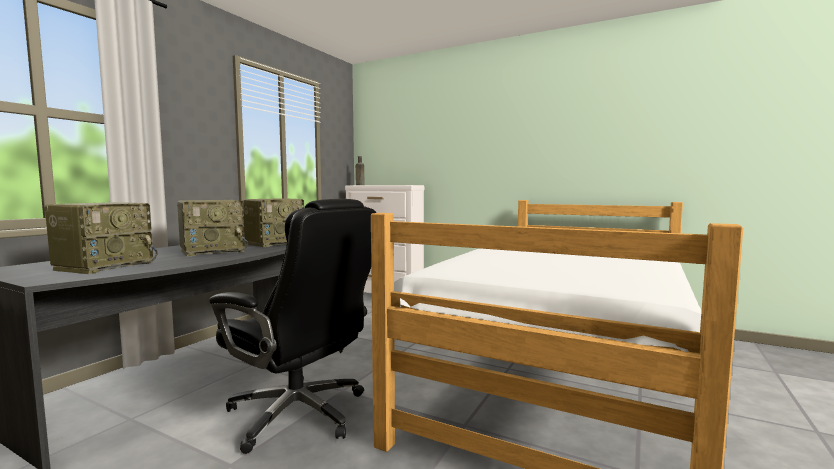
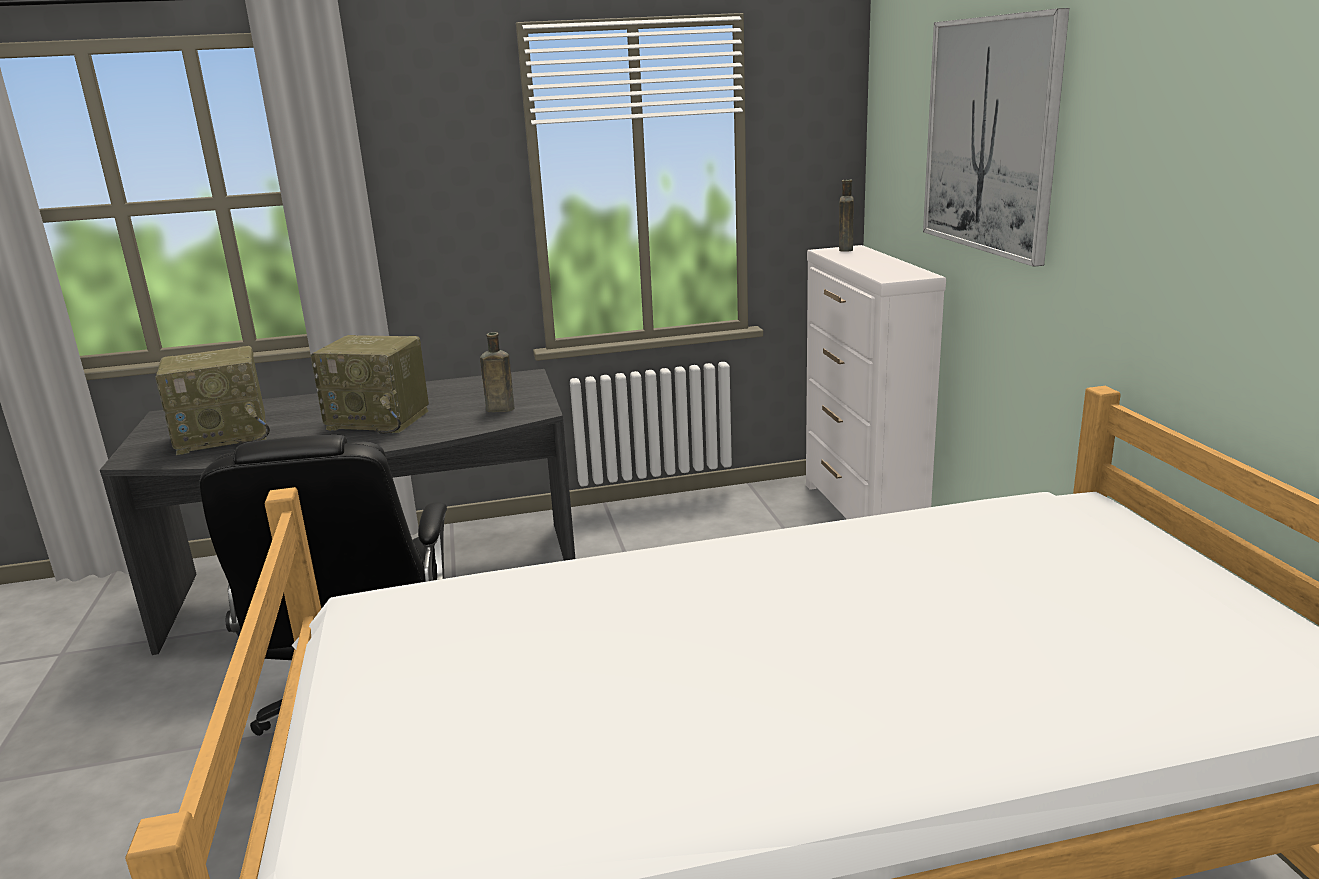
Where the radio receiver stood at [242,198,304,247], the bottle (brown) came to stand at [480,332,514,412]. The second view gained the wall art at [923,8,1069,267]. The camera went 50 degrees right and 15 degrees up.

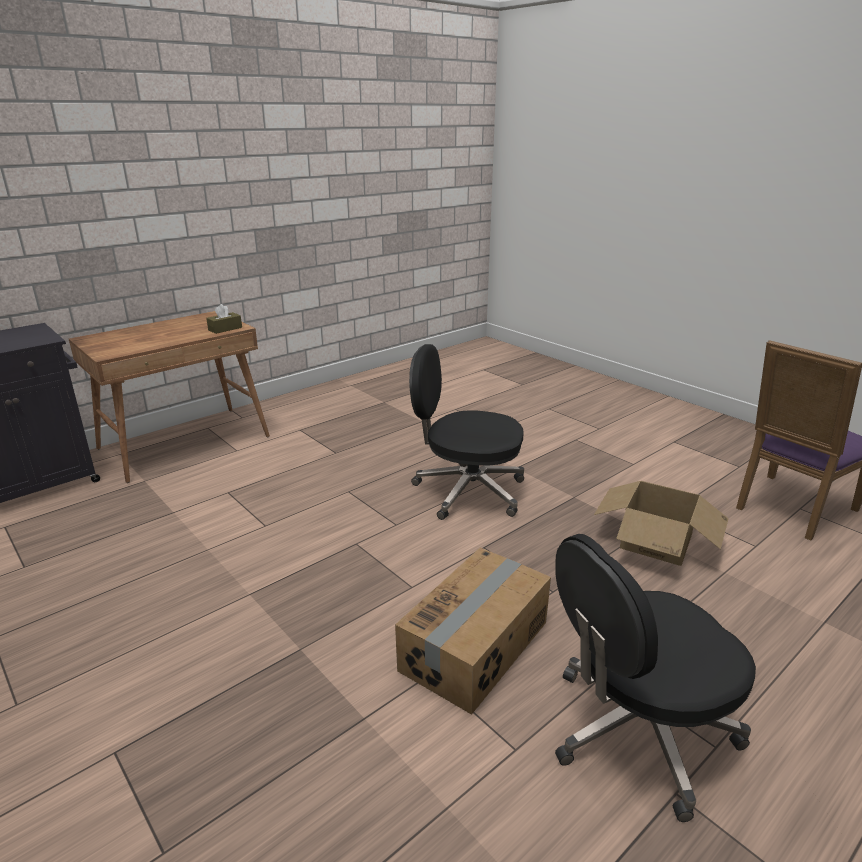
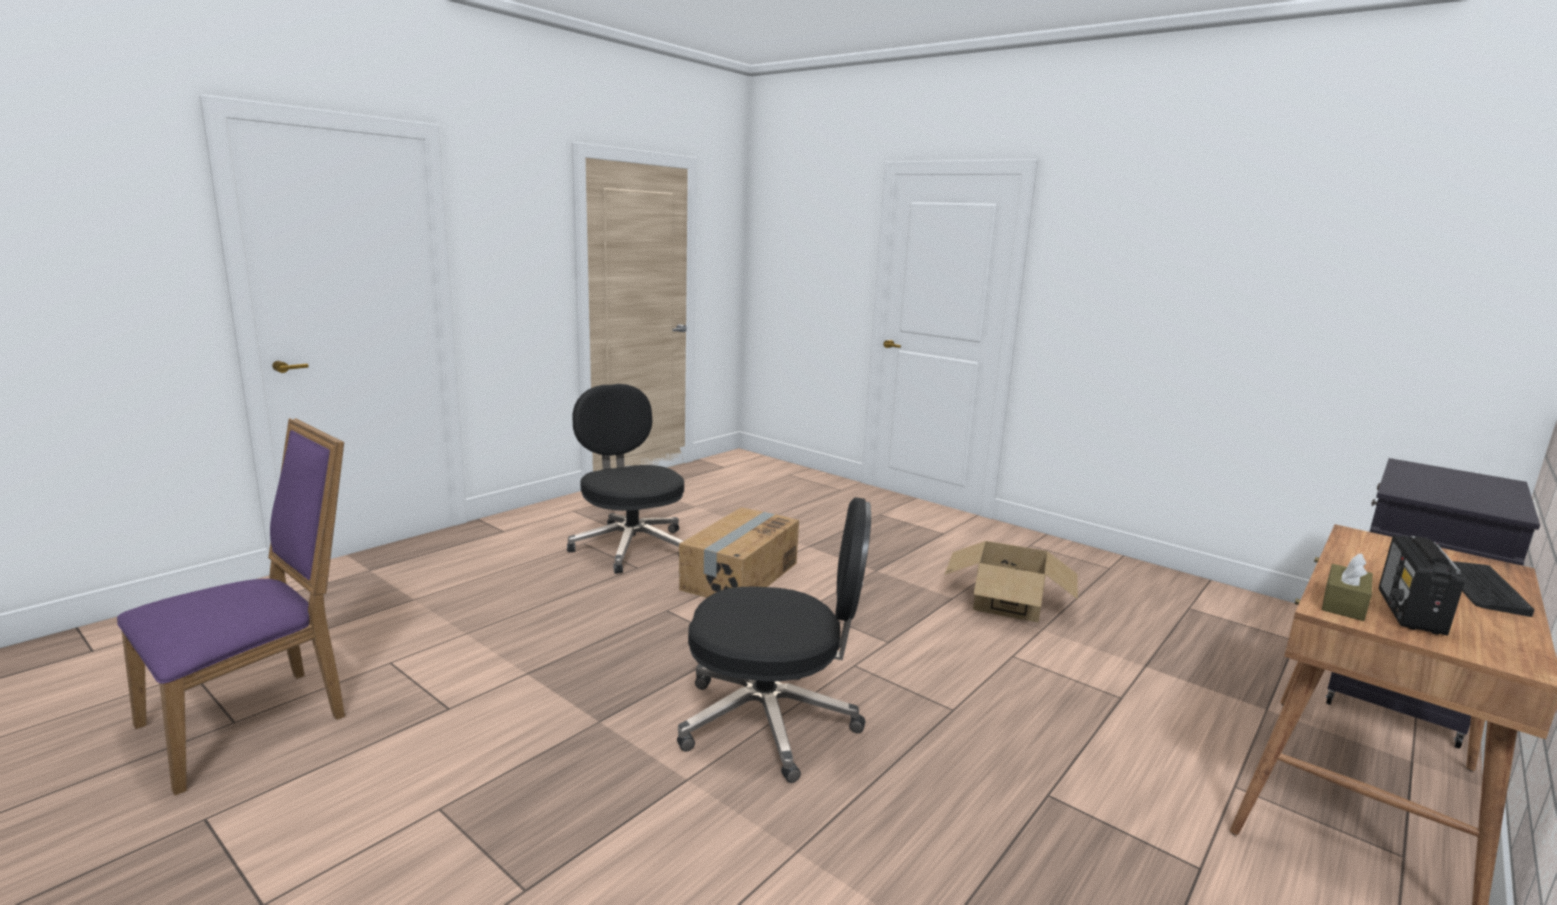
The carton ended up elsewhere, having gone from [594,481,729,566] to [944,541,1078,622]. The office chair (black) at [555,534,756,822] ended up facing another way, 90 degrees counterclockwise from before. The second view gained the radio receiver at [1379,535,1465,635]. The second view gained the PC keyboard at [1452,561,1534,617]. The camera went 170 degrees right and 10 degrees down.

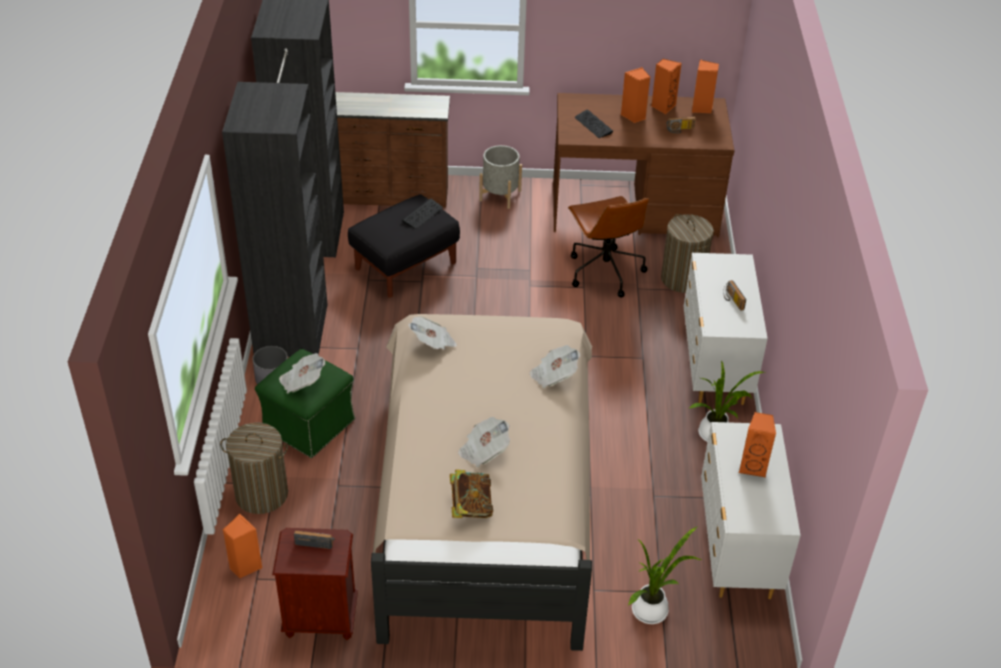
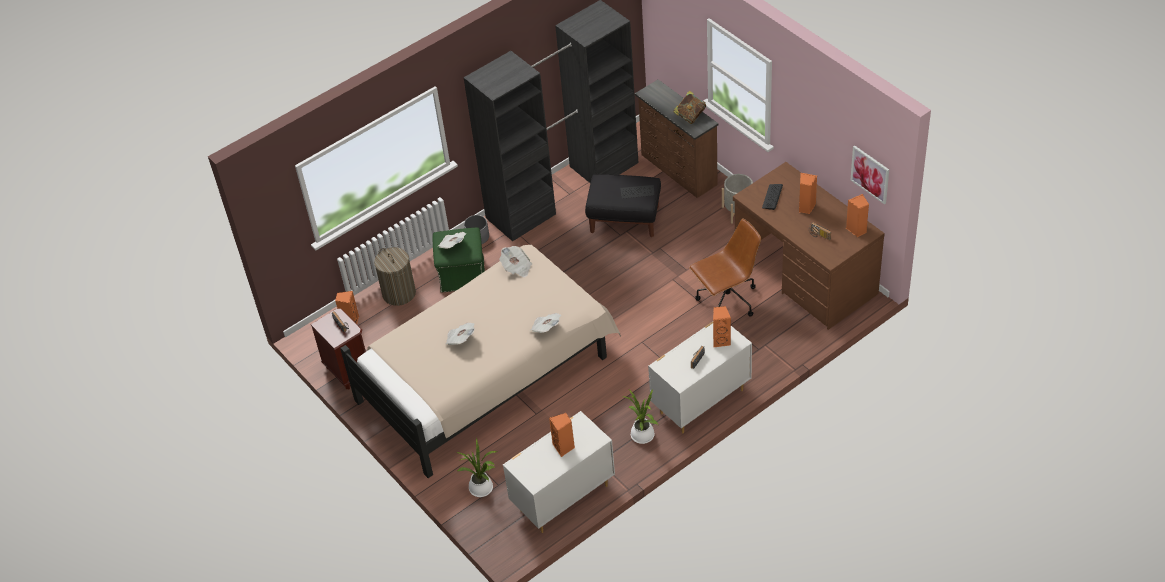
The loudspeaker (orangey) ended up elsewhere, having gone from [651,59,682,114] to [713,306,731,348]. The office chair (brown) at [568,196,649,298] ended up facing another way, 150 degrees counterclockwise from before. The second view lost the washing basket at [661,214,714,293]. The book ended up elsewhere, having gone from [450,469,493,518] to [674,90,706,124]. The second view gained the wall art at [851,145,889,204]. The camera went 55 degrees right and 5 degrees up.

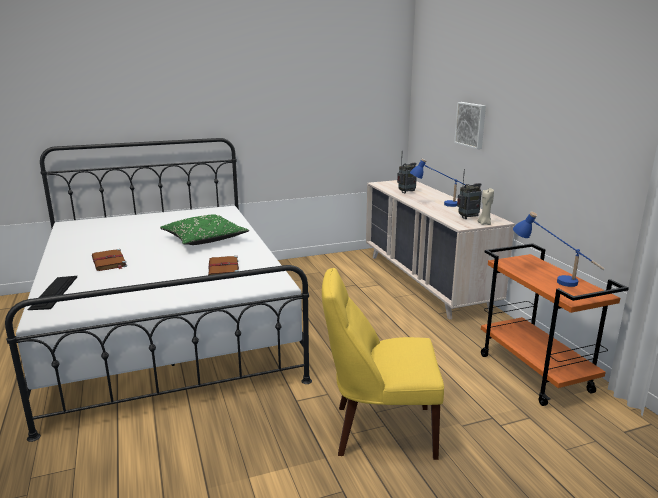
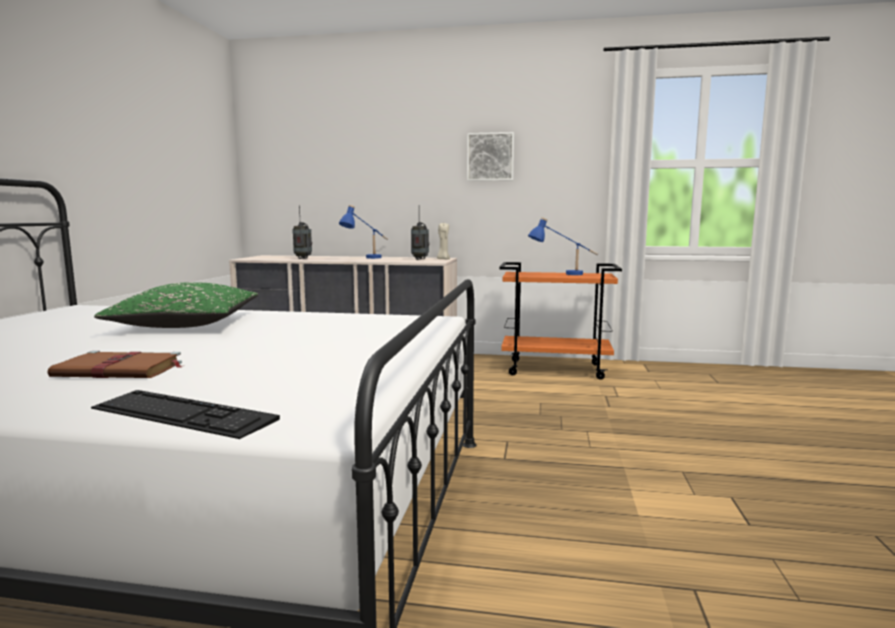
The wall art ended up elsewhere, having gone from [454,102,486,149] to [467,132,514,181]. The second view lost the book (brown) at [208,256,239,279]. The second view lost the chair (yellowish) at [322,268,444,460]. The camera went 60 degrees left and 10 degrees down.

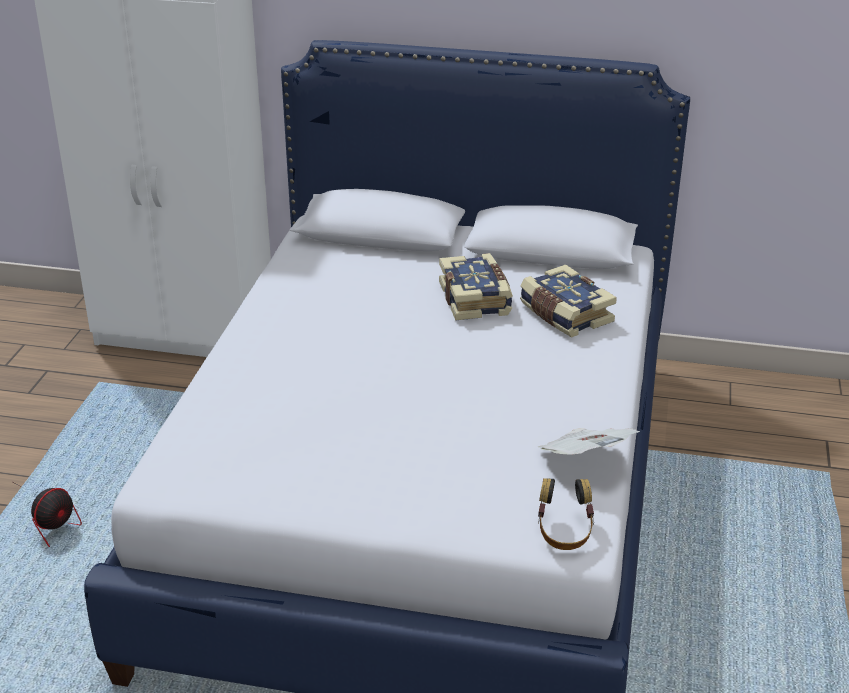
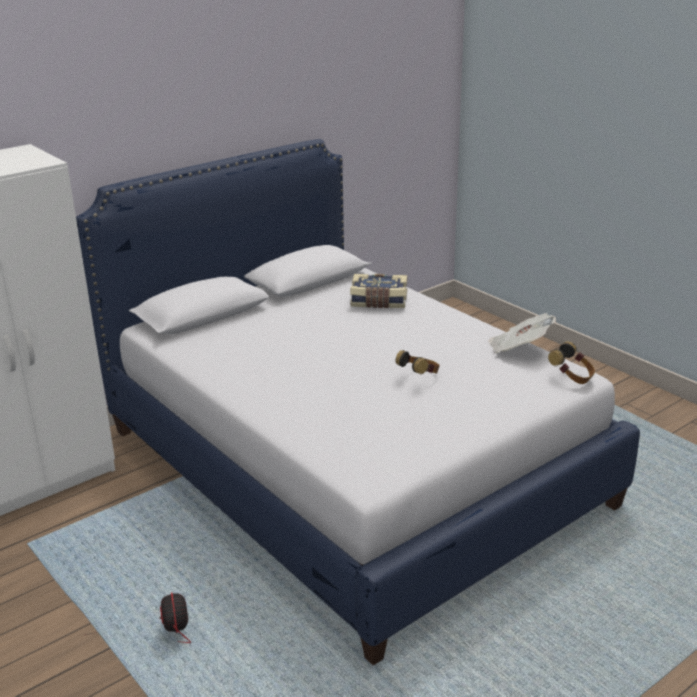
The second view lost the book at [439,253,513,320]. The second view gained the headset at [395,350,440,374]. The camera went 50 degrees left and 5 degrees down.

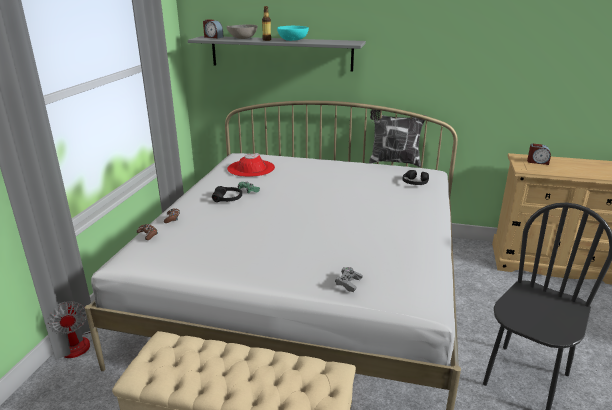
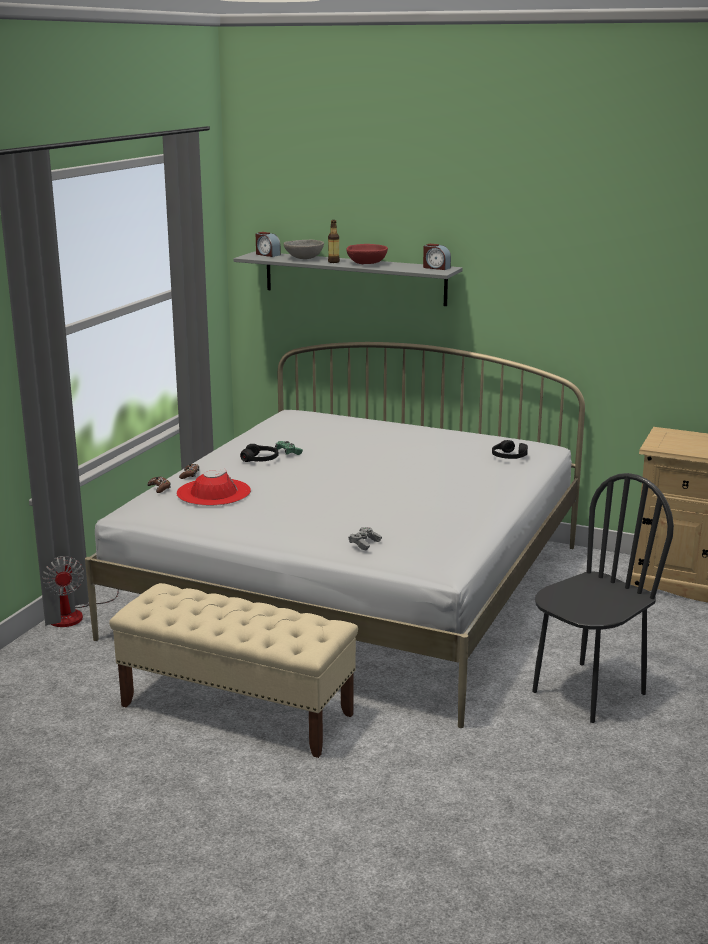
What was the deep dish (turquoise) at [277,26,309,41] turned into the deep dish (red) at [346,244,388,264]. The second view lost the throw pillow at [369,109,426,167]. The bedside clock ended up elsewhere, having gone from [527,144,551,165] to [423,244,451,270]. The wearable hat (red) ended up elsewhere, having gone from [227,153,275,177] to [176,469,251,506]. The camera went 10 degrees right and 5 degrees down.

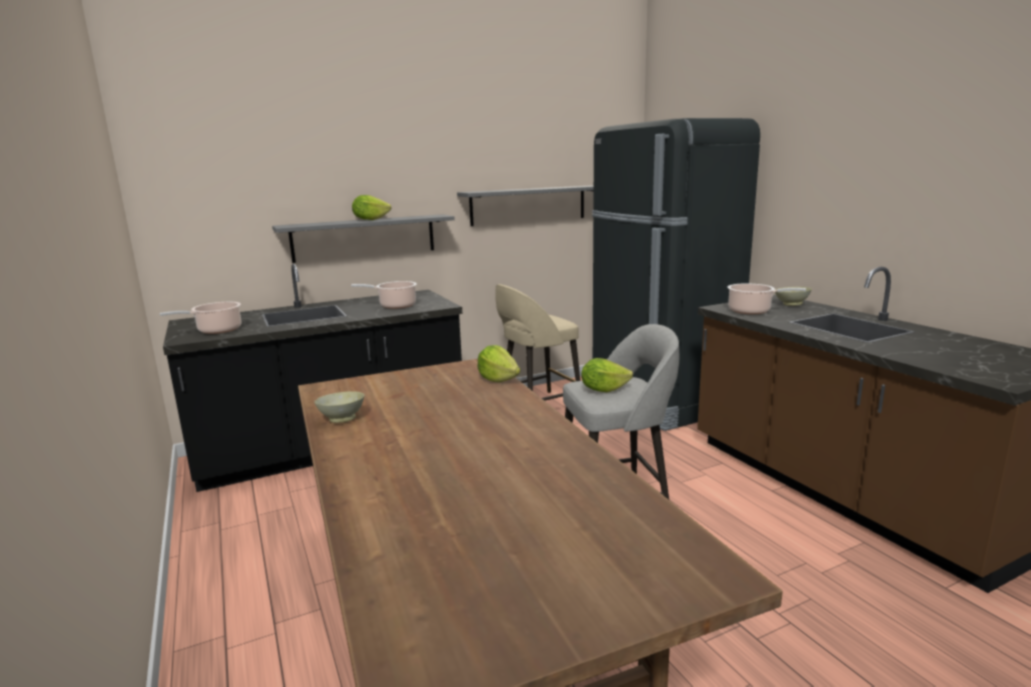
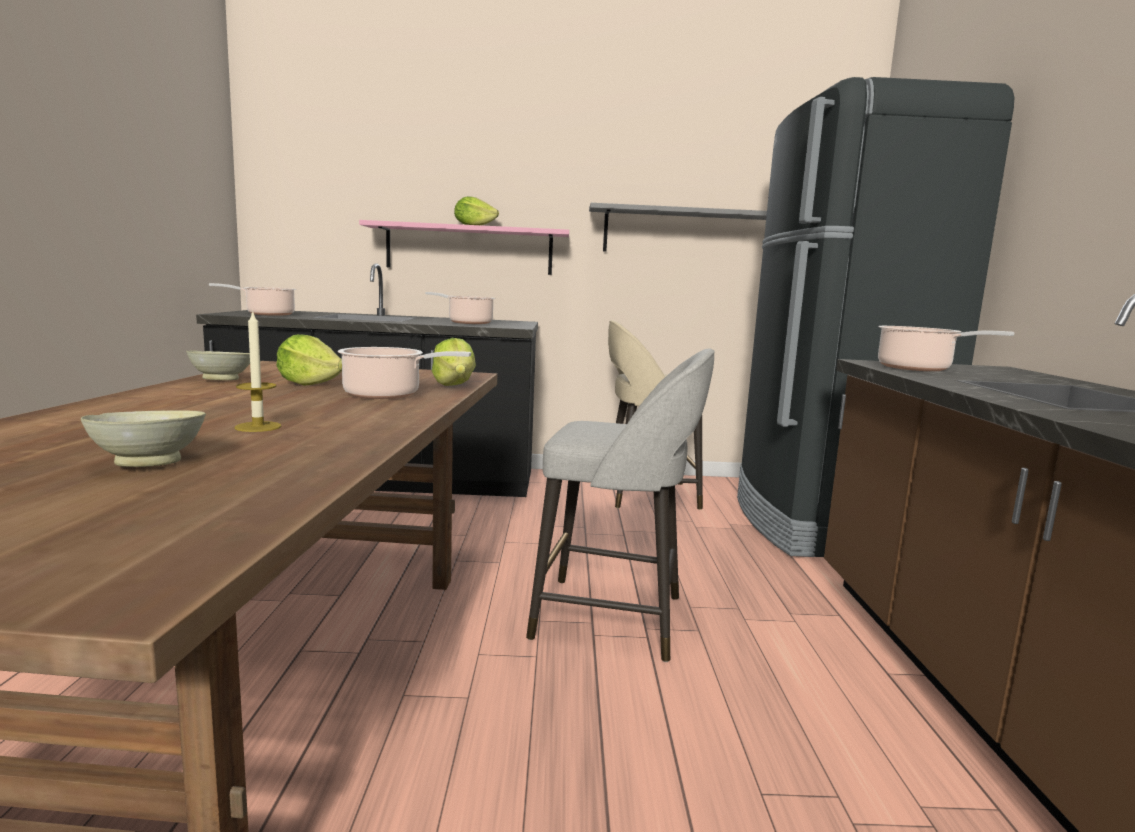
What was the shelf (gray) at [272,214,455,263] turned into the shelf (pinkish) at [359,220,569,275]. The deep dish (beige) ended up elsewhere, having gone from [775,287,812,306] to [81,410,206,467]. The head of lettuce ended up elsewhere, having gone from [581,358,633,392] to [276,334,342,386]. The second view gained the wax light at [235,310,281,432]. The second view gained the cooking pot at [338,347,471,399]. The camera went 25 degrees right and 5 degrees down.

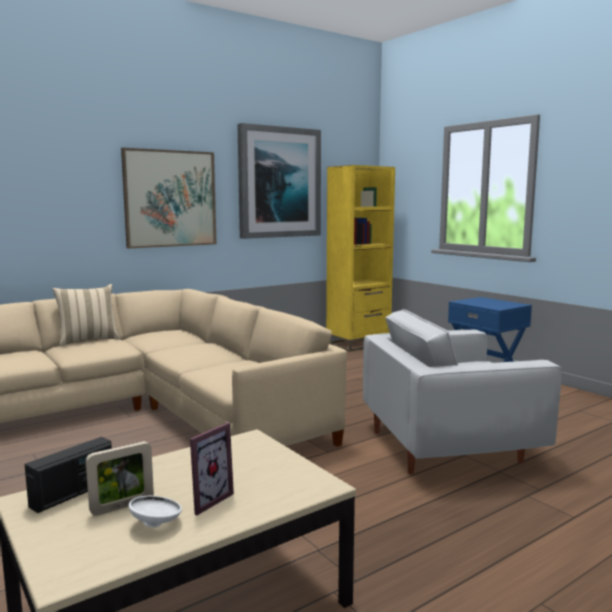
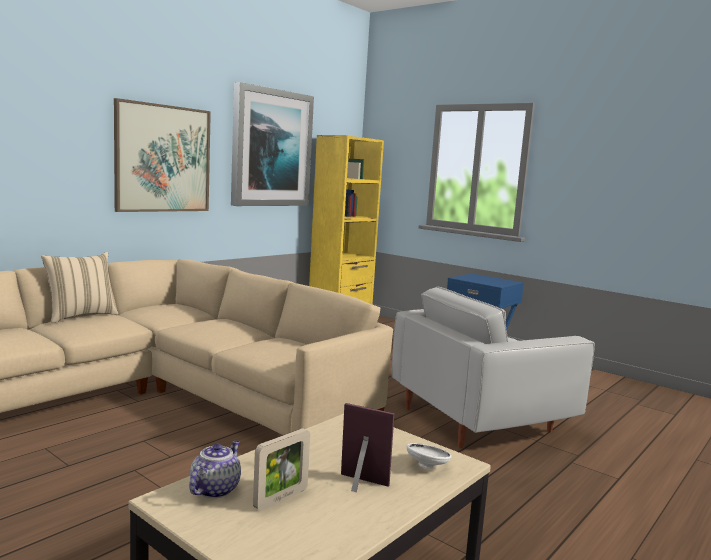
The photo frame at [190,422,234,515] ended up facing another way, 90 degrees counterclockwise from before. Where the radio receiver stood at [24,437,112,513], the teapot came to stand at [189,440,241,498]. The deep dish (white) ended up elsewhere, having gone from [129,496,182,527] to [407,443,452,469]. The camera went 15 degrees left and 0 degrees up.

